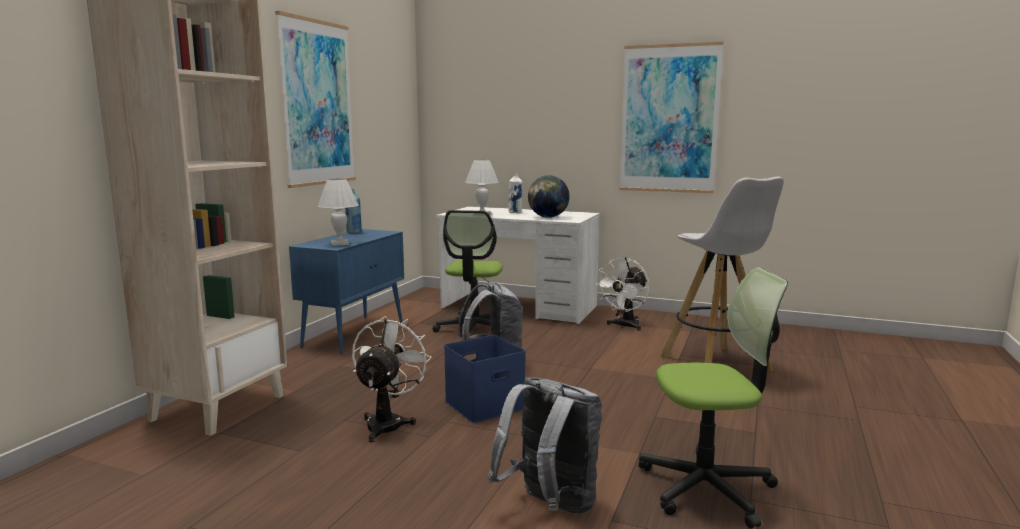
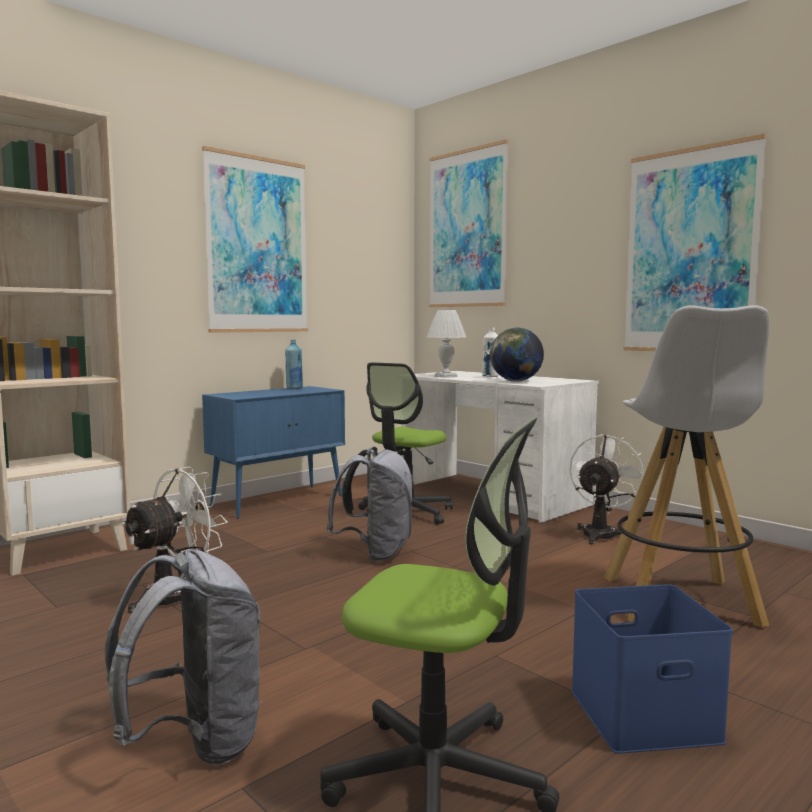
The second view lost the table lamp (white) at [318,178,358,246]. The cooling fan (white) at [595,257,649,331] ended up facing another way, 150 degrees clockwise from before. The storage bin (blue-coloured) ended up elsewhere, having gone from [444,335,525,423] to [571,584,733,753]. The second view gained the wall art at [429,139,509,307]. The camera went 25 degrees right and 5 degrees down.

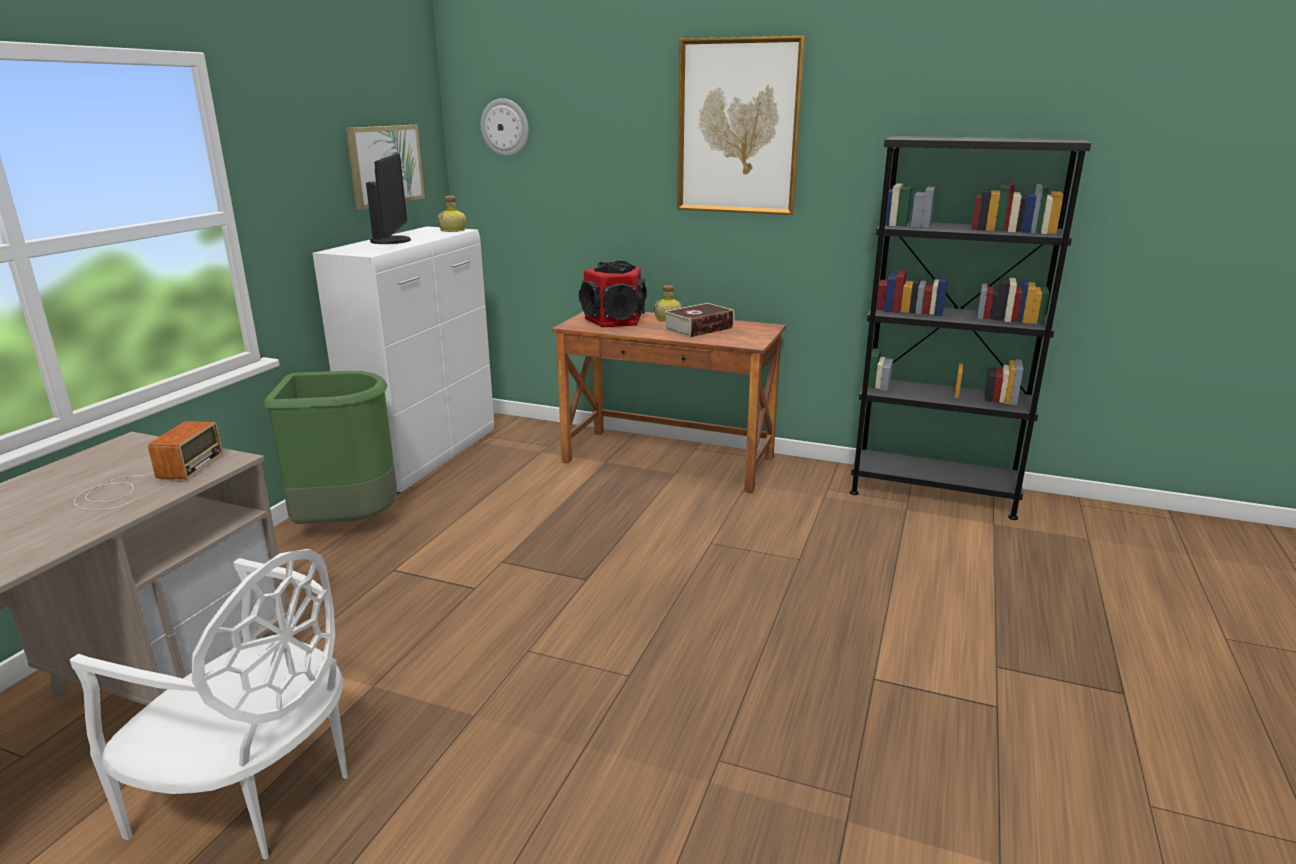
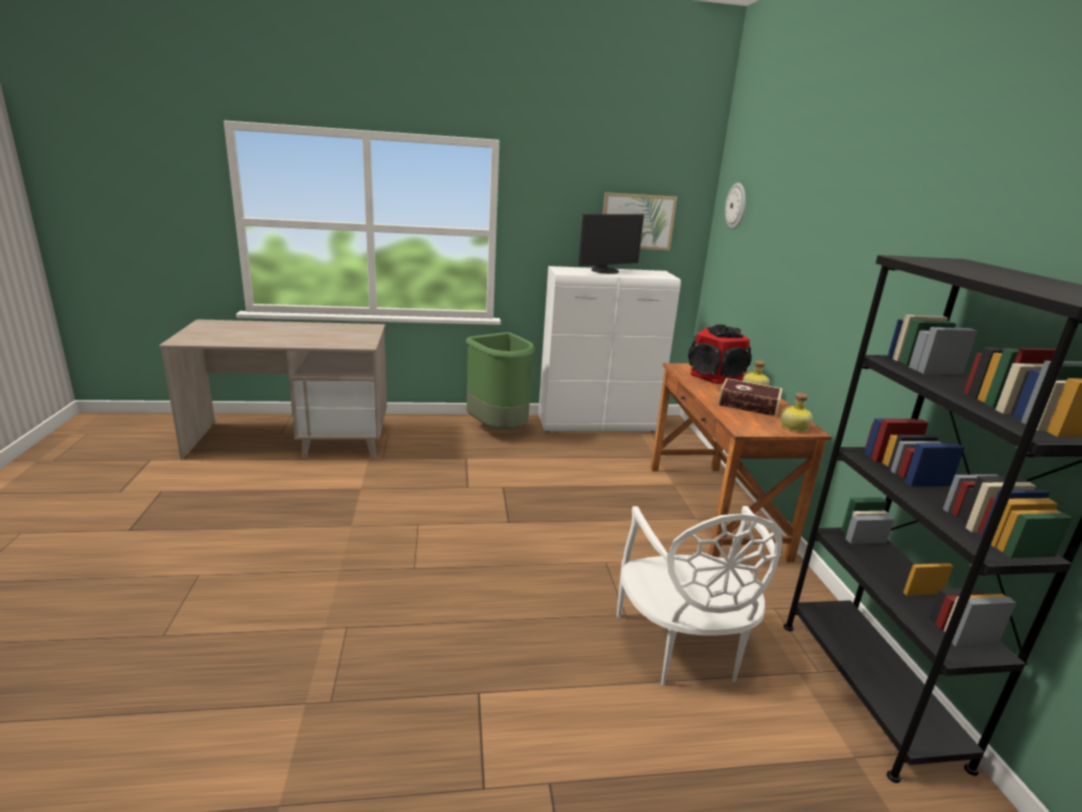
The second view lost the wall art at [677,36,805,215]. The bottle ended up elsewhere, having gone from [438,196,466,232] to [781,393,813,432]. The second view lost the radio receiver at [74,421,223,510]. The chair (white) ended up elsewhere, having gone from [70,549,348,860] to [617,506,783,685]. The camera went 60 degrees right and 0 degrees up.

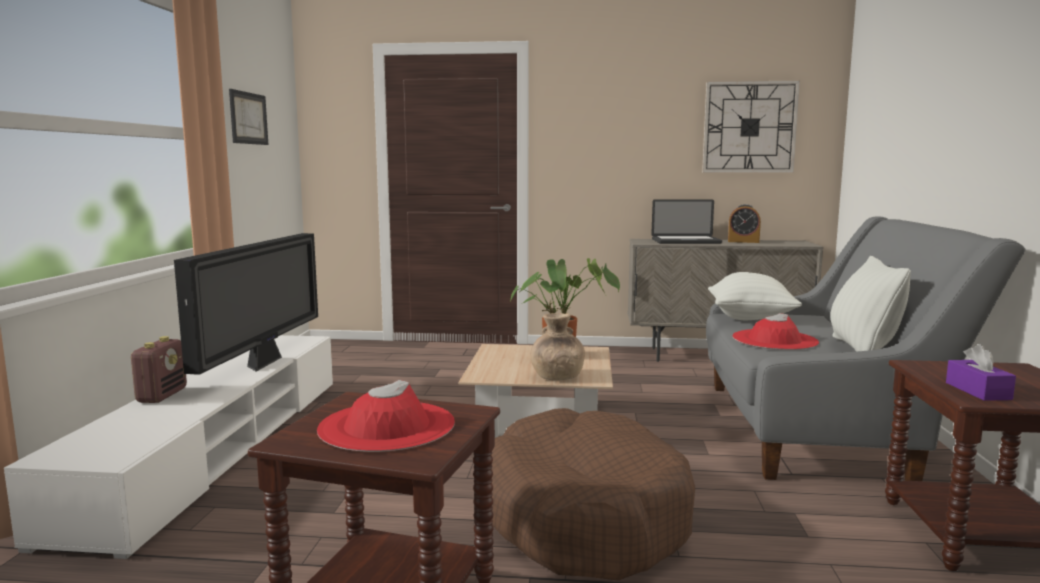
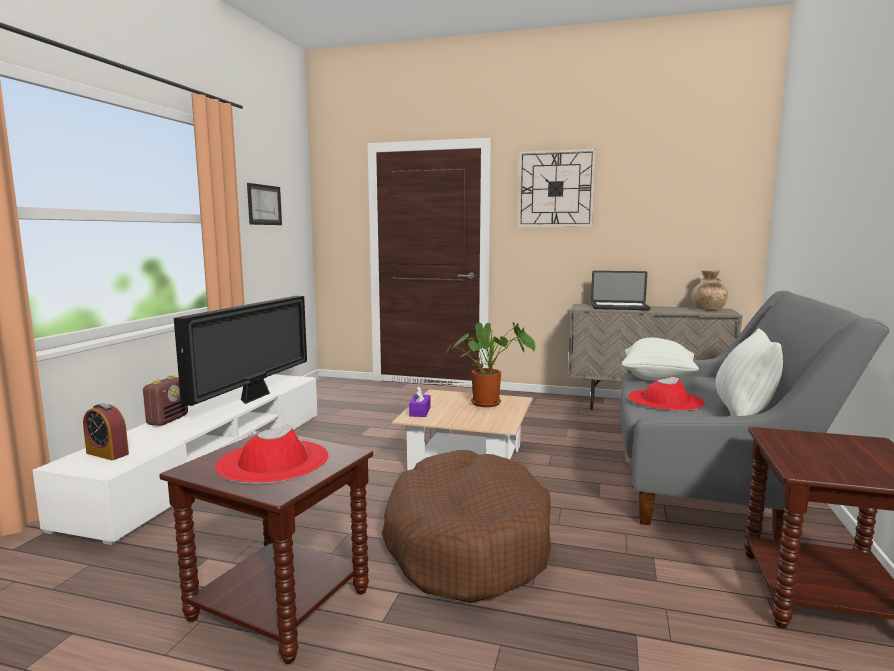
The wall clock ended up elsewhere, having gone from [702,81,800,173] to [518,149,596,227]. The bedside clock ended up elsewhere, having gone from [728,204,761,243] to [83,403,129,460]. The vase (brown) ended up elsewhere, having gone from [530,313,585,380] to [691,270,728,310]. The box of tissues (purple) ended up elsewhere, having gone from [946,344,1016,401] to [409,386,431,417]. The camera went 10 degrees right and 0 degrees up.

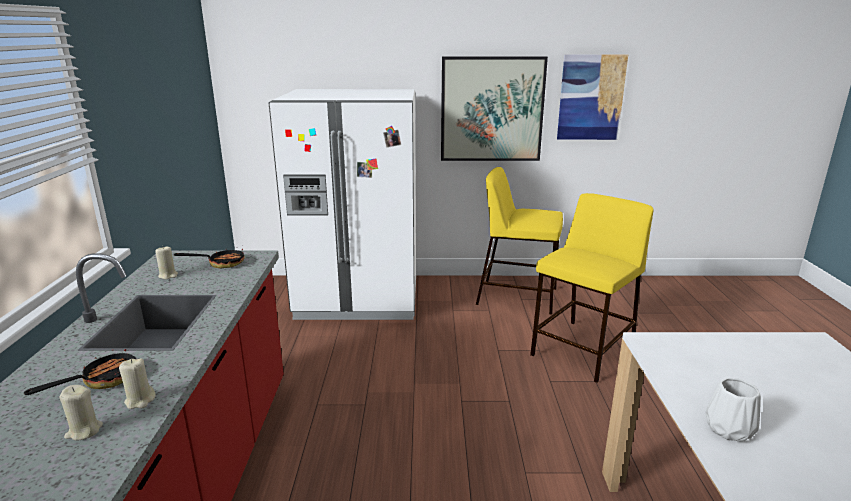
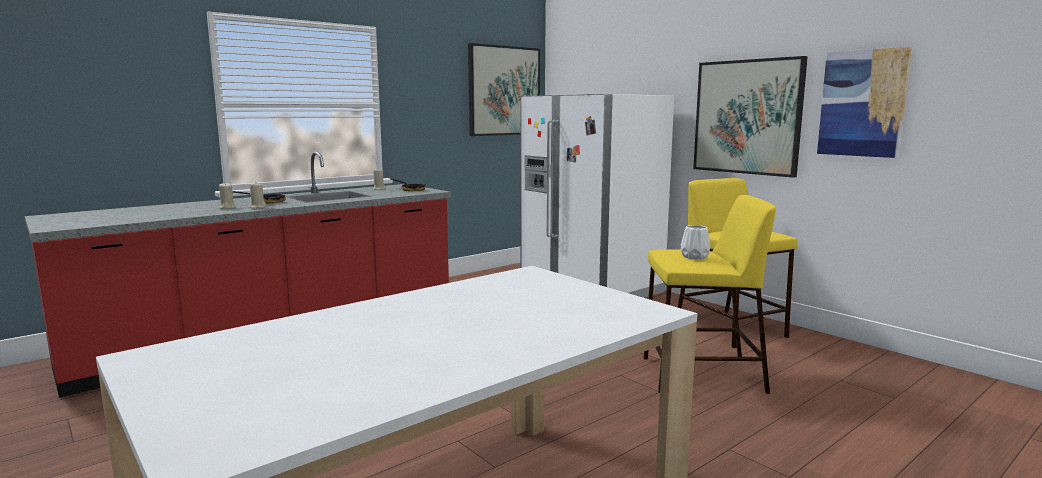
The vase (white) ended up elsewhere, having gone from [705,378,761,442] to [681,225,710,259]. The second view gained the wall art at [468,43,540,136]. The camera went 50 degrees right and 10 degrees down.

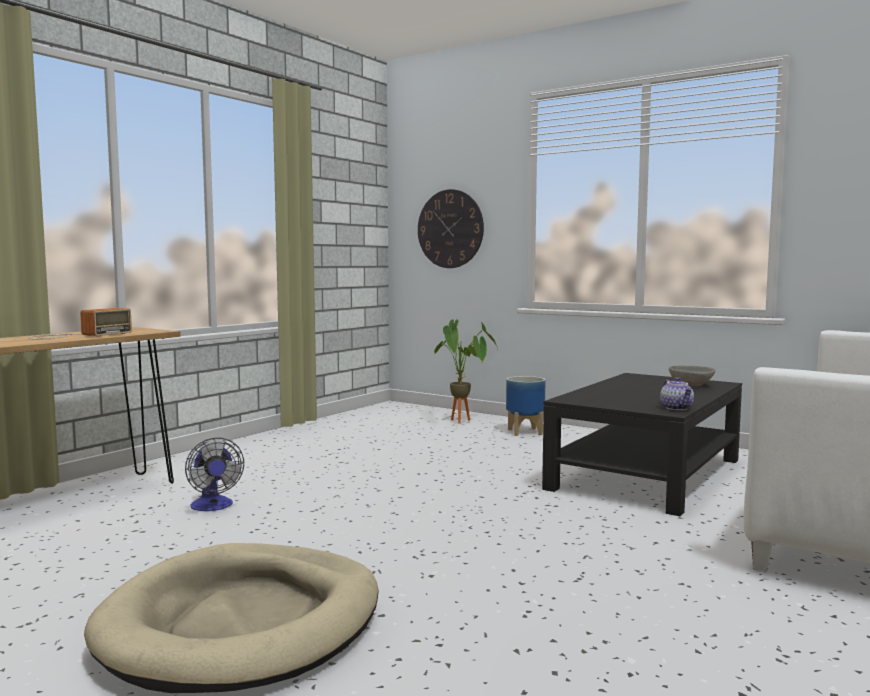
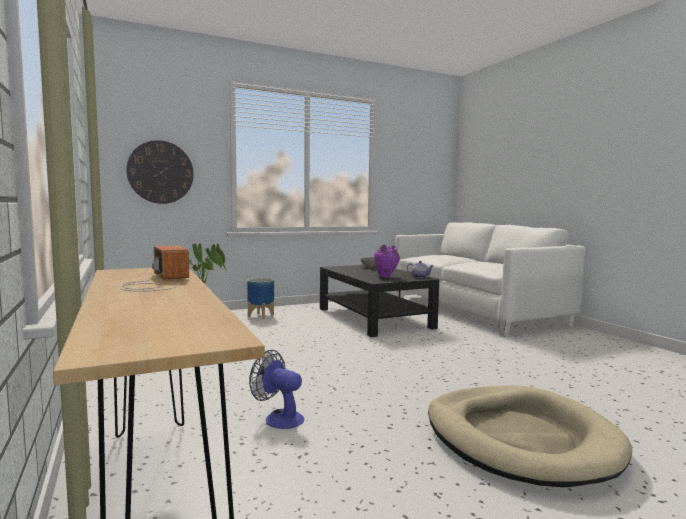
The cooling fan at [185,437,244,511] ended up facing another way, 150 degrees counterclockwise from before. The second view gained the vase (purple) at [374,245,400,278]. The camera went 60 degrees left and 0 degrees up.

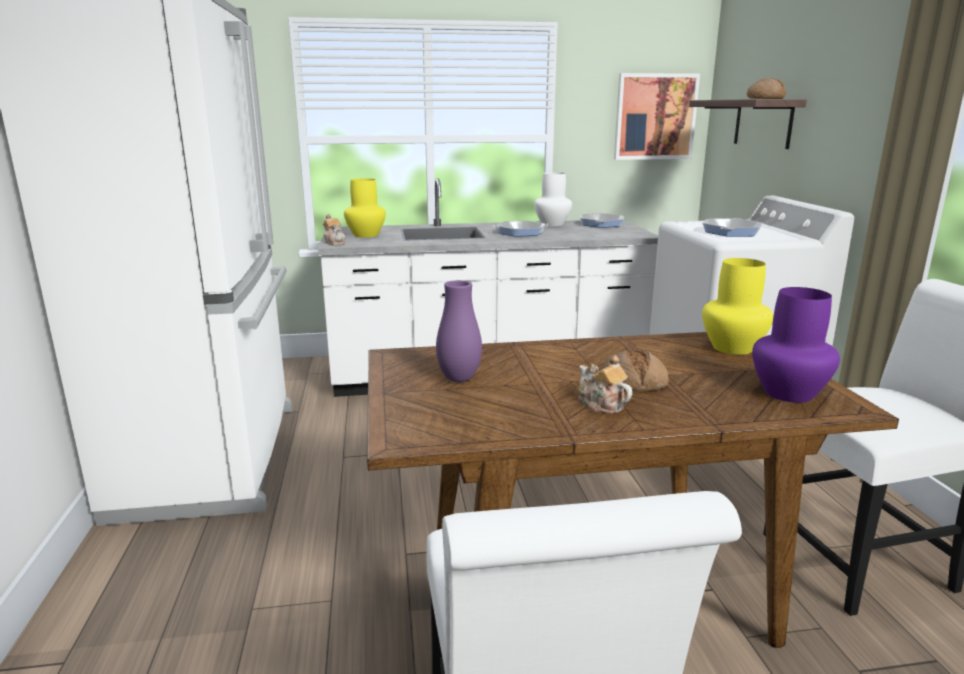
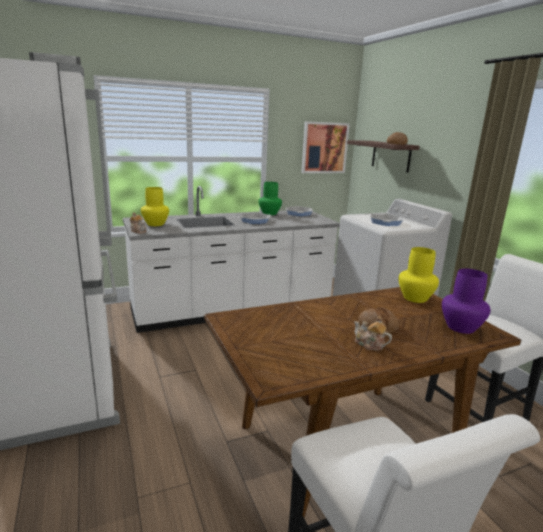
What was the vase (white) at [534,172,572,226] turned into the vase (green-coloured) at [259,182,282,215]. The second view lost the vase (purple) at [436,280,482,382]. The camera went 15 degrees left and 0 degrees up.

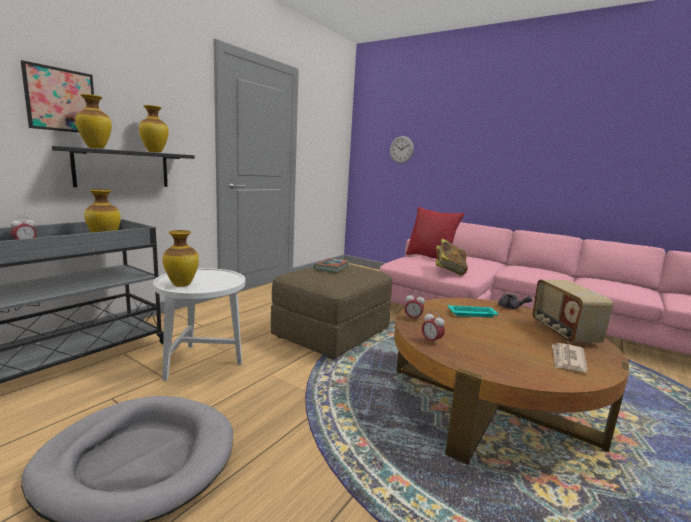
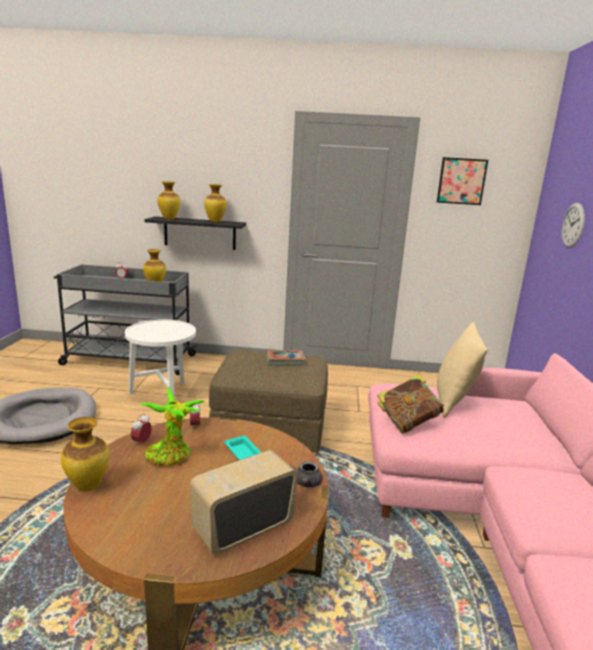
The wall art ended up elsewhere, having gone from [20,60,94,133] to [437,157,488,205]. What was the throw pillow (red) at [406,207,465,259] turned into the throw pillow (beige) at [437,322,488,418]. The vase ended up elsewhere, having gone from [162,230,199,287] to [61,417,109,492]. The second view lost the printed paper at [552,343,588,372]. The second view gained the potted plant at [139,387,205,466]. The camera went 60 degrees right and 5 degrees up.

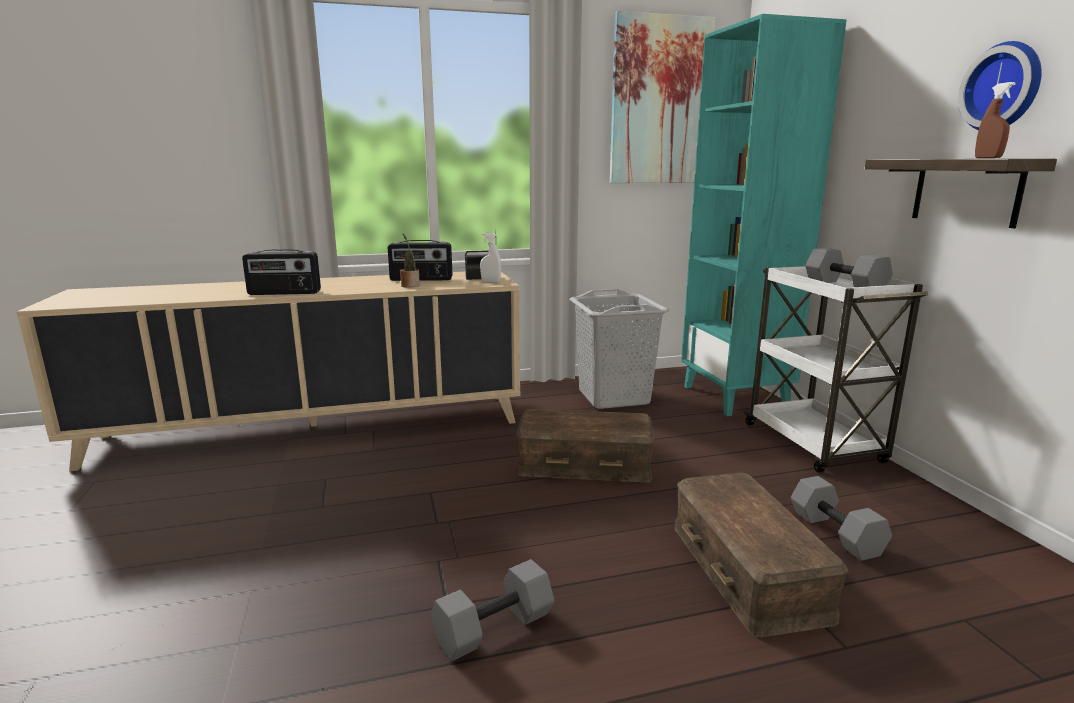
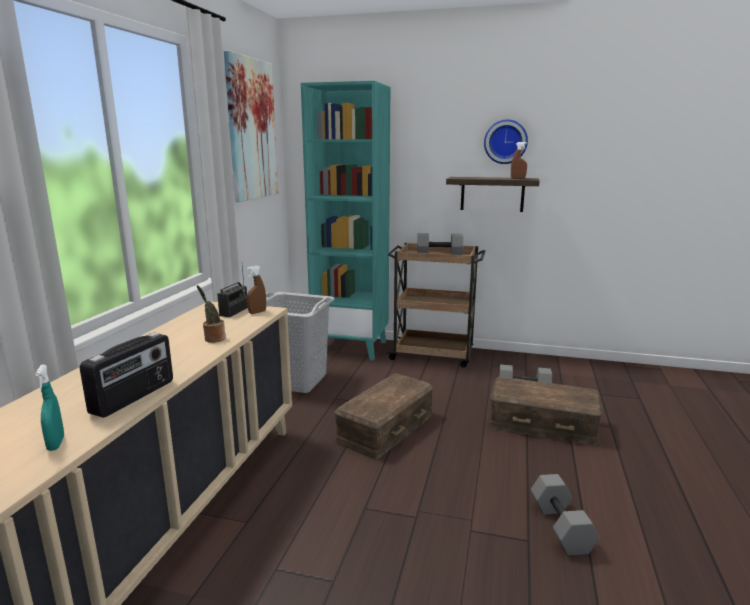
What was the sprayer (white) at [480,233,501,283] turned into the sprayer (brown) at [247,266,266,314]. The second view lost the radio receiver at [388,240,453,281]. What was the trolley (white) at [745,266,928,473] turned into the trolley (brown) at [387,243,486,368]. The second view gained the sprayer (turquoise) at [35,364,64,451]. The camera went 60 degrees left and 0 degrees up.

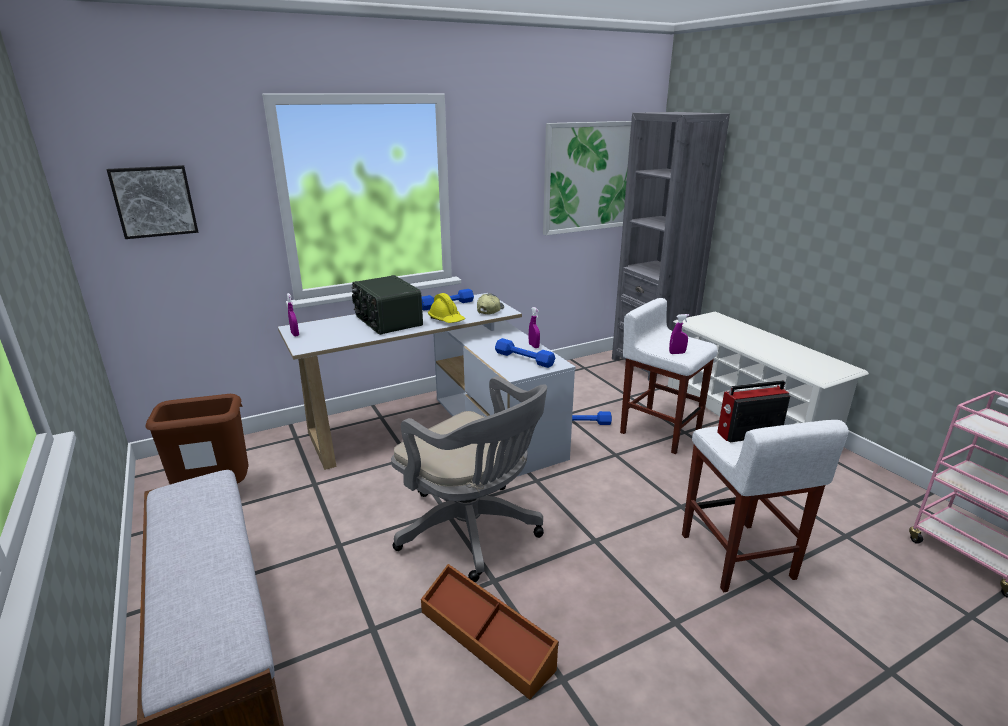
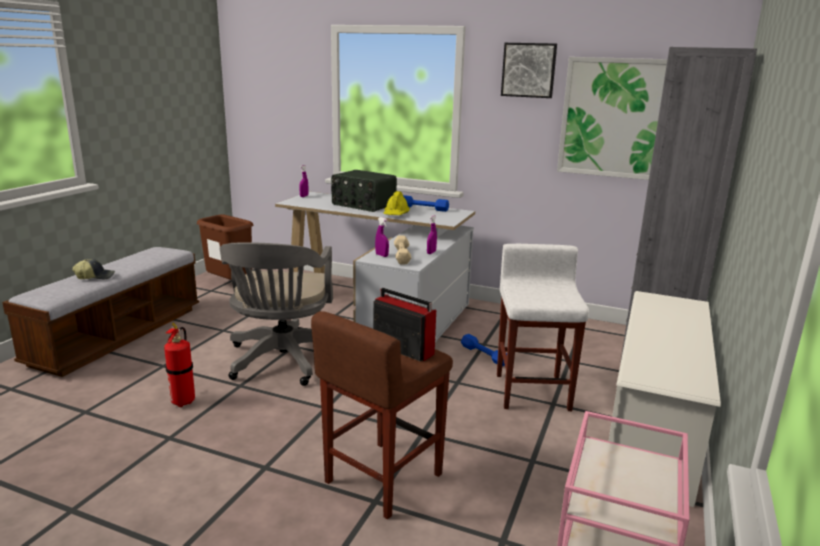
The wall art ended up elsewhere, having gone from [107,165,199,239] to [501,43,557,98]. The radio receiver at [351,275,423,335] ended up facing another way, 75 degrees counterclockwise from before. The baseball cap ended up elsewhere, having gone from [477,293,504,315] to [72,259,115,279]. The sprayer (purple) ended up elsewhere, having gone from [669,314,689,354] to [375,217,389,257]. What was the dumbbell (blue-coloured) at [495,338,555,368] turned into the dumbbell (beige) at [394,236,411,264]. What was the stool (white) at [682,420,849,592] turned into the stool (brown) at [311,311,453,519]. Where the storage bin (brown) stood at [421,564,559,700], the extinguisher came to stand at [164,322,195,407]. The camera went 50 degrees right and 5 degrees down.

